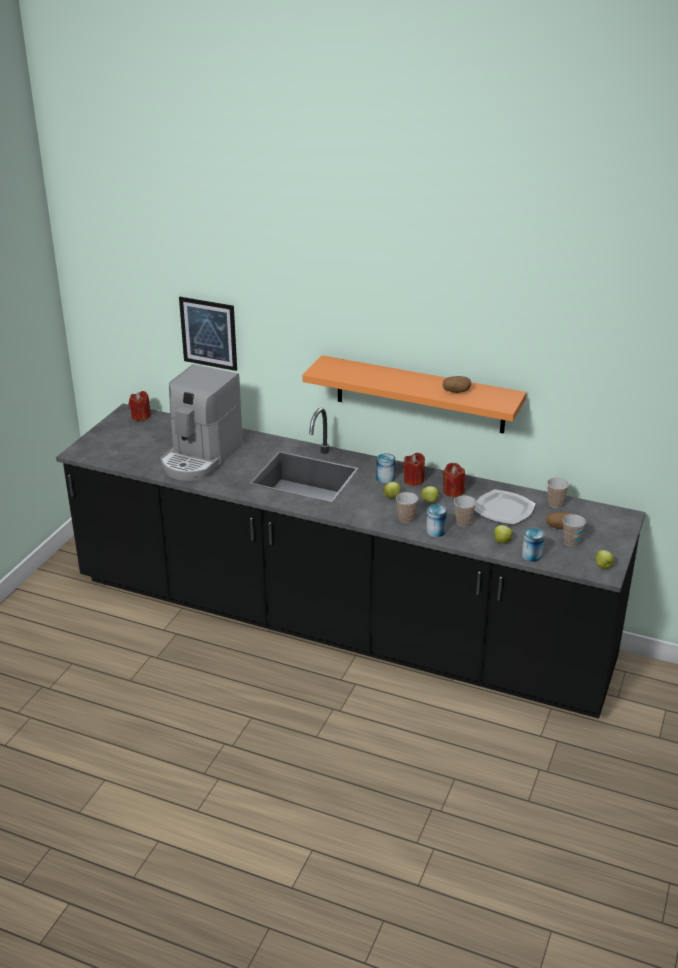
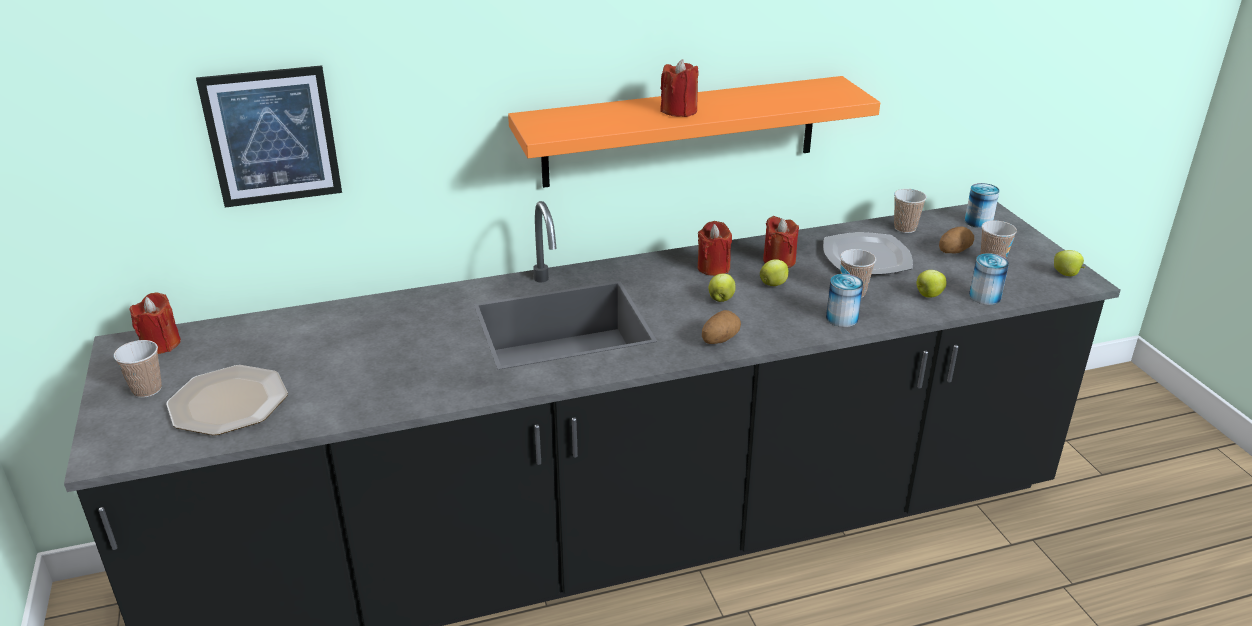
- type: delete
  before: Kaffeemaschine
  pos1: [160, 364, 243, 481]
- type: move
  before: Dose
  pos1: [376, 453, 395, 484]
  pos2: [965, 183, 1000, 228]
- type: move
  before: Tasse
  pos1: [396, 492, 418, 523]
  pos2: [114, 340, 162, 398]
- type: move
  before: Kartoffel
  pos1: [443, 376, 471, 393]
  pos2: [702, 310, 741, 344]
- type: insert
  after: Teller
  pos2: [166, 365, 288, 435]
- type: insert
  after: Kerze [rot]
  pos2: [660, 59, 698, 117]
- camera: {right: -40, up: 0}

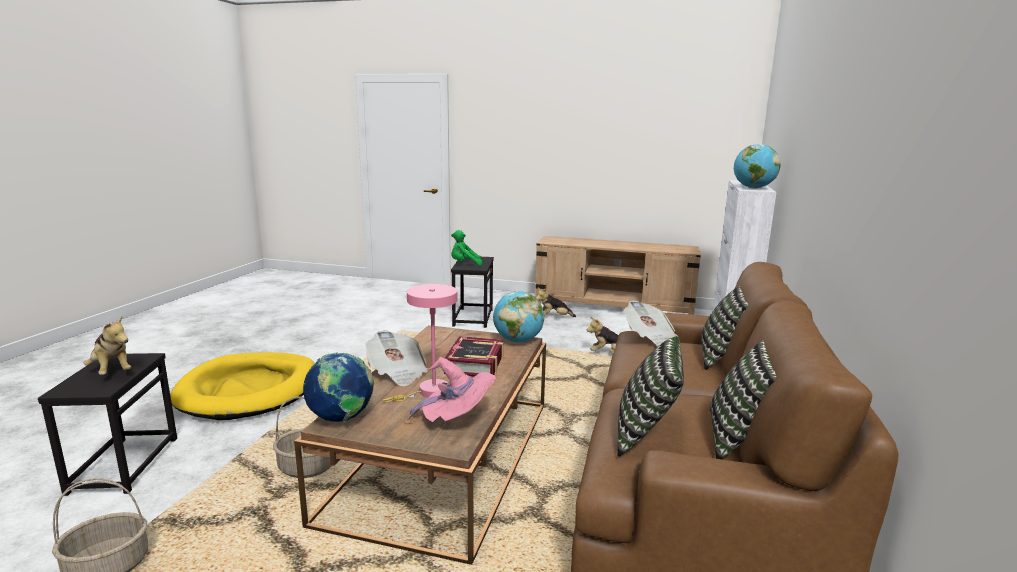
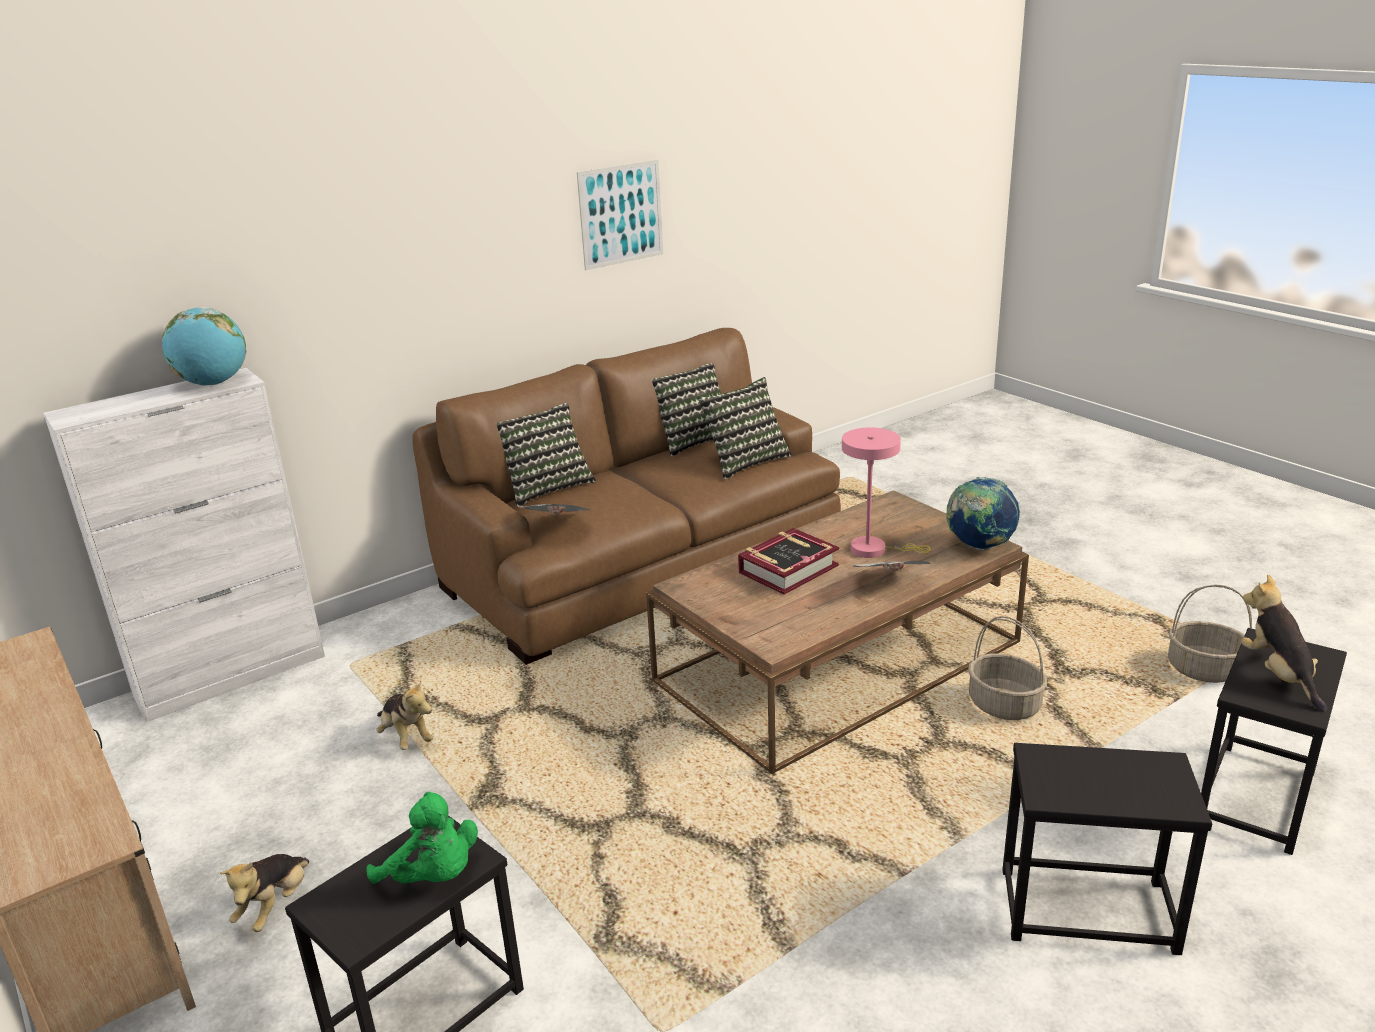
- type: replace
  before: Hundebett [gelb]
  after: Beistelltisch [schwarz]
  pos1: [170, 352, 315, 420]
  pos2: [1002, 743, 1212, 955]
- type: delete
  before: Hut [rosa]
  pos1: [407, 357, 496, 422]
- type: delete
  before: Globus
  pos1: [493, 291, 544, 343]
- type: rotate
  before: Plüschtier
  pos1: [536, 287, 576, 317]
  pos2: [220, 854, 309, 932]
  turn: 75
- type: insert
  after: Bild
  pos2: [577, 160, 663, 270]
- camera: {right: -140, up: 10}

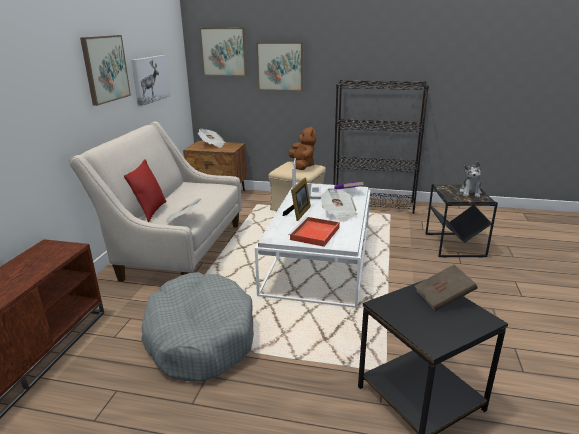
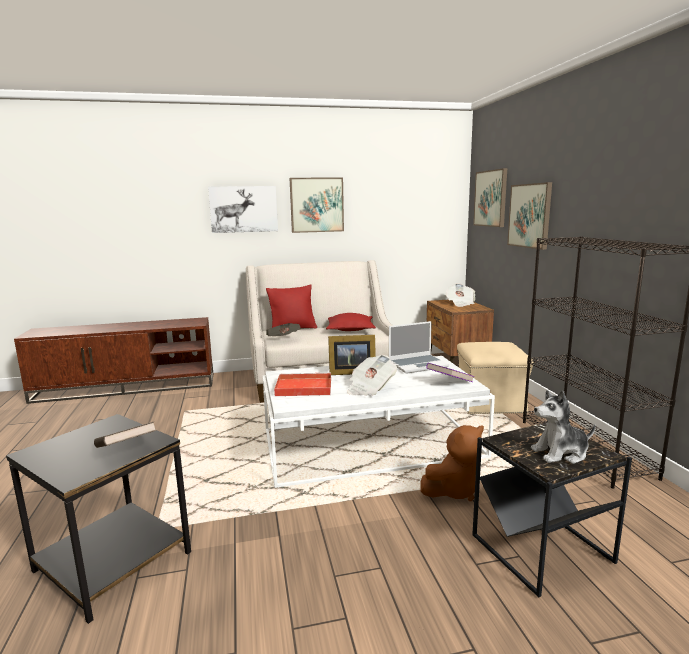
- type: move
  before: Bild
  pos1: [131, 55, 171, 106]
  pos2: [208, 186, 278, 233]
- type: delete
  before: Hundebett [grau]
  pos1: [141, 272, 254, 381]
- type: move
  before: Plüschtier [braun]
  pos1: [288, 126, 316, 170]
  pos2: [420, 425, 484, 501]
- type: insert
  after: Kissen [rot]
  pos2: [326, 313, 376, 331]
- camera: {right: 65, up: -10}

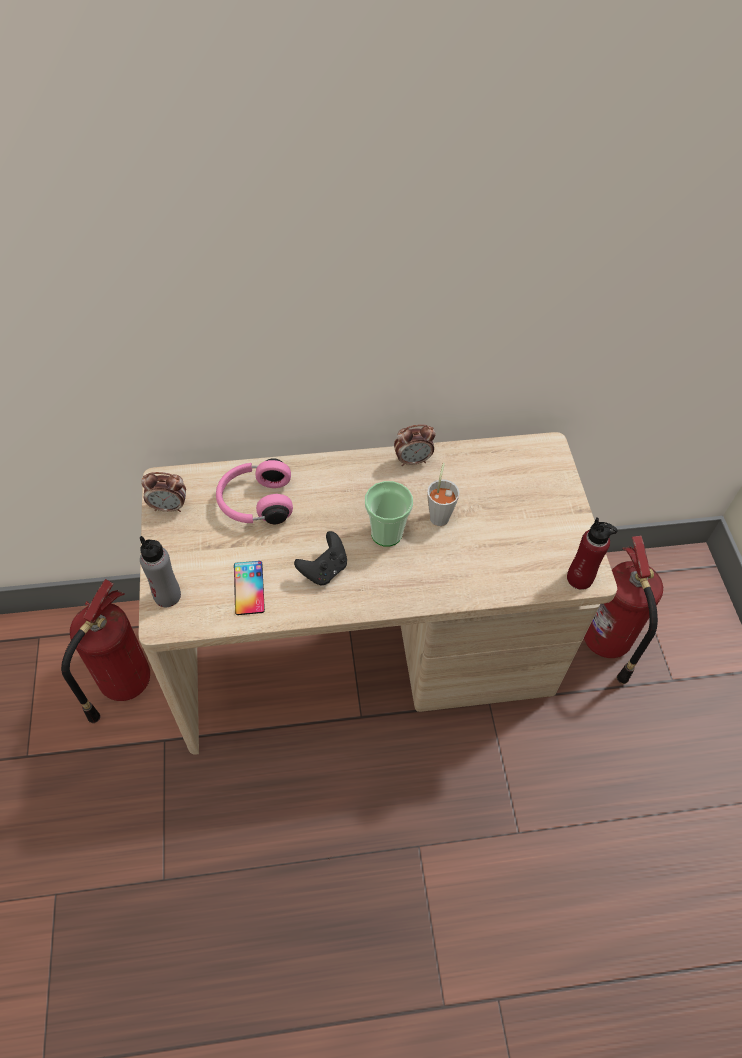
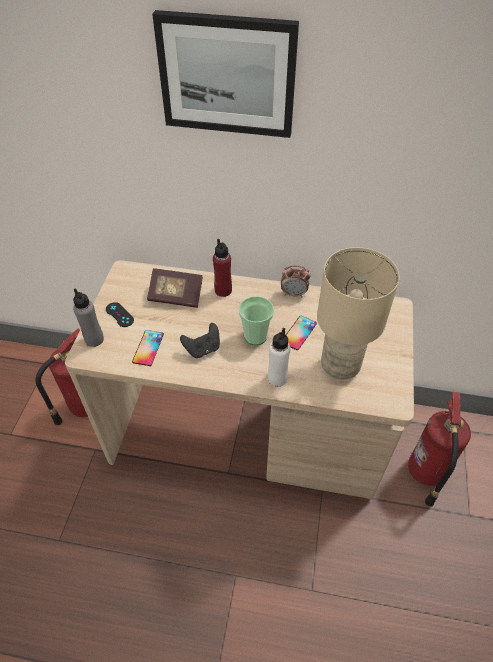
- type: delete
  before: Wecker
  pos1: [141, 472, 186, 512]
- type: replace
  before: Kopfhörer [rosa]
  after: Buch
  pos1: [216, 458, 293, 524]
  pos2: [147, 268, 203, 308]
- type: replace
  before: Tasse [grau]
  after: Handy
  pos1: [427, 463, 460, 526]
  pos2: [286, 316, 317, 350]
- type: move
  before: Flasche [rot]
  pos1: [567, 518, 618, 590]
  pos2: [213, 239, 232, 297]
- type: insert
  after: Gamepad [schwarz]
  pos2: [106, 302, 134, 327]
- type: insert
  after: Bild
  pos2: [152, 10, 299, 138]
- type: insert
  after: Flasche [weiß]
  pos2: [268, 328, 291, 387]
- type: insert
  after: Tischlampe [beige]
  pos2: [317, 247, 399, 380]
- camera: {right: 20, up: -5}

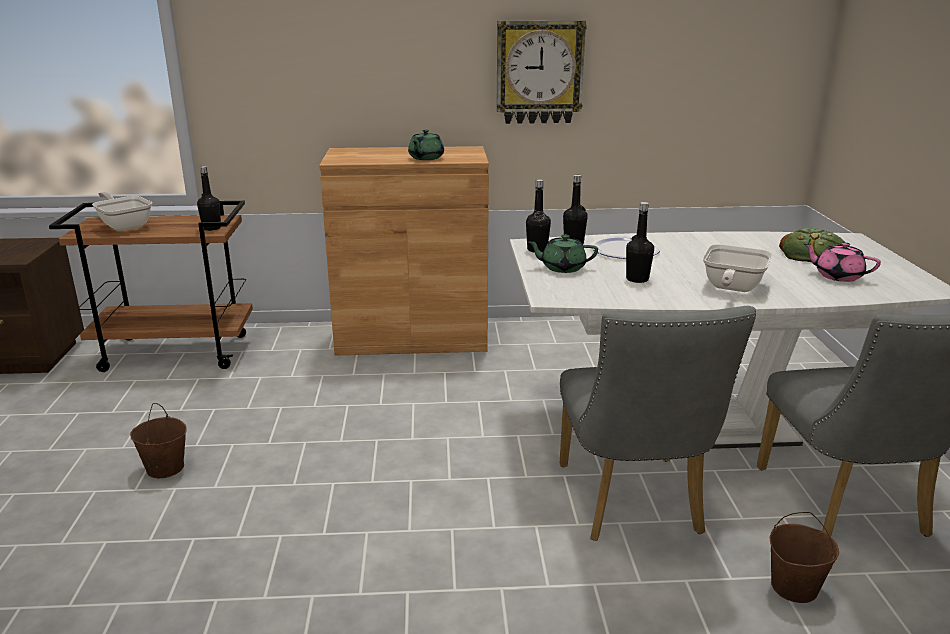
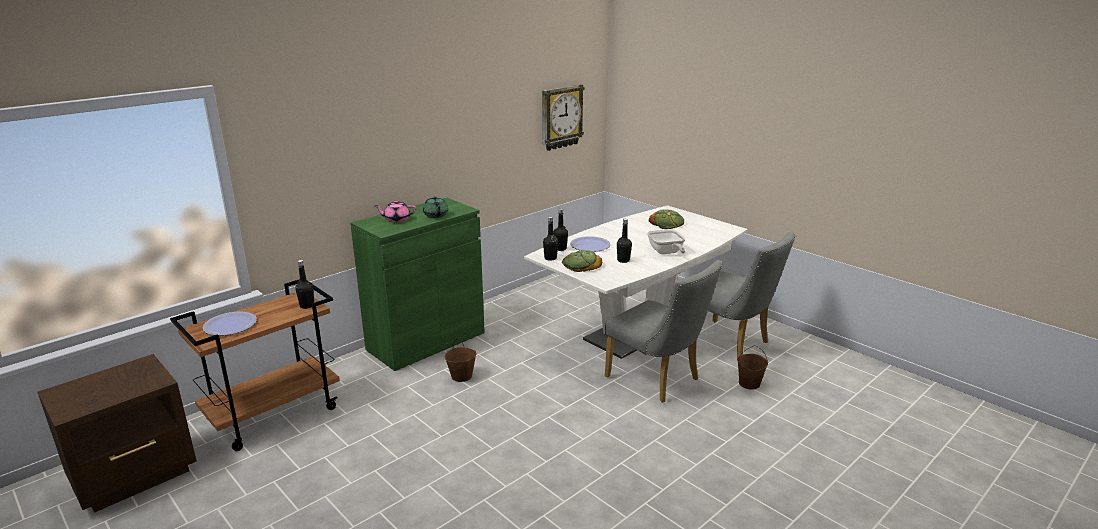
- type: replace
  before: Pfanne
  after: Teller
  pos1: [92, 192, 152, 231]
  pos2: [203, 312, 257, 336]
- type: move
  before: Eimer [braun]
  pos1: [130, 403, 187, 478]
  pos2: [445, 339, 477, 382]
- type: recolor
  before: Schrank [braun]
  after: Schrank [grün]
  pos1: [319, 146, 489, 355]
  pos2: [350, 197, 485, 371]
- type: move
  before: Wanduhr
  pos1: [496, 20, 587, 124]
  pos2: [542, 84, 585, 151]
- type: replace
  before: Teekanne [grün]
  after: Brot
  pos1: [527, 235, 598, 273]
  pos2: [562, 250, 602, 272]
- type: move
  before: Teekanne [rosa]
  pos1: [804, 242, 881, 282]
  pos2: [375, 200, 416, 222]
- camera: {right: -40, up: 0}

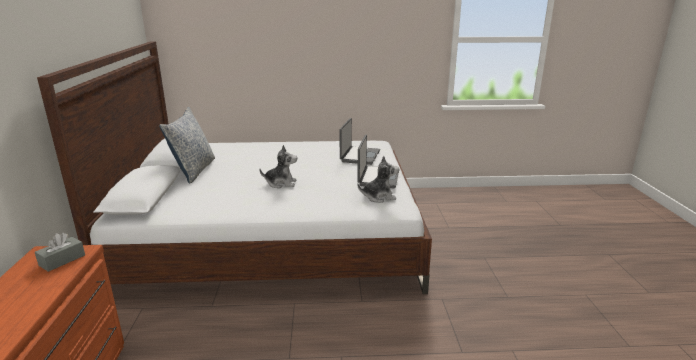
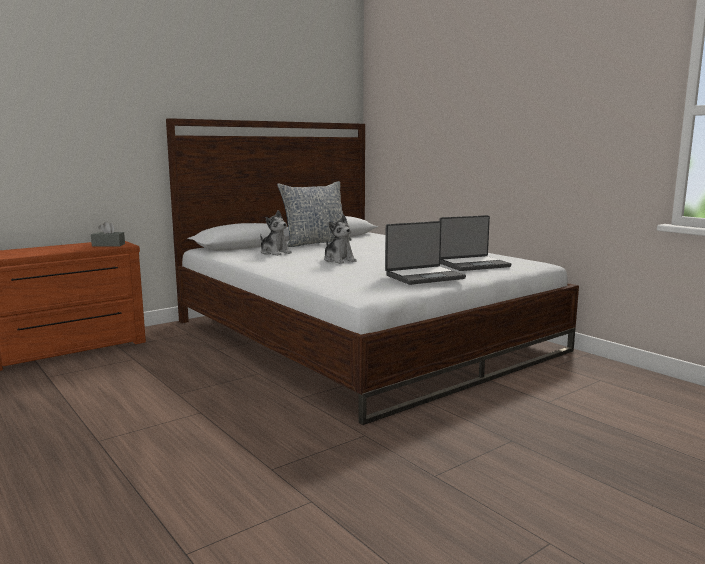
- type: move
  before: Plüschtier
  pos1: [357, 156, 399, 203]
  pos2: [260, 210, 292, 256]
- camera: {right: 55, up: -10}

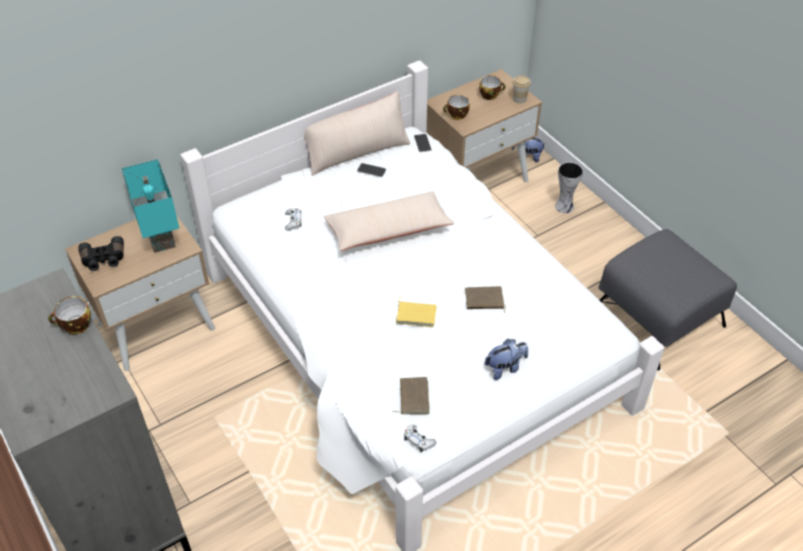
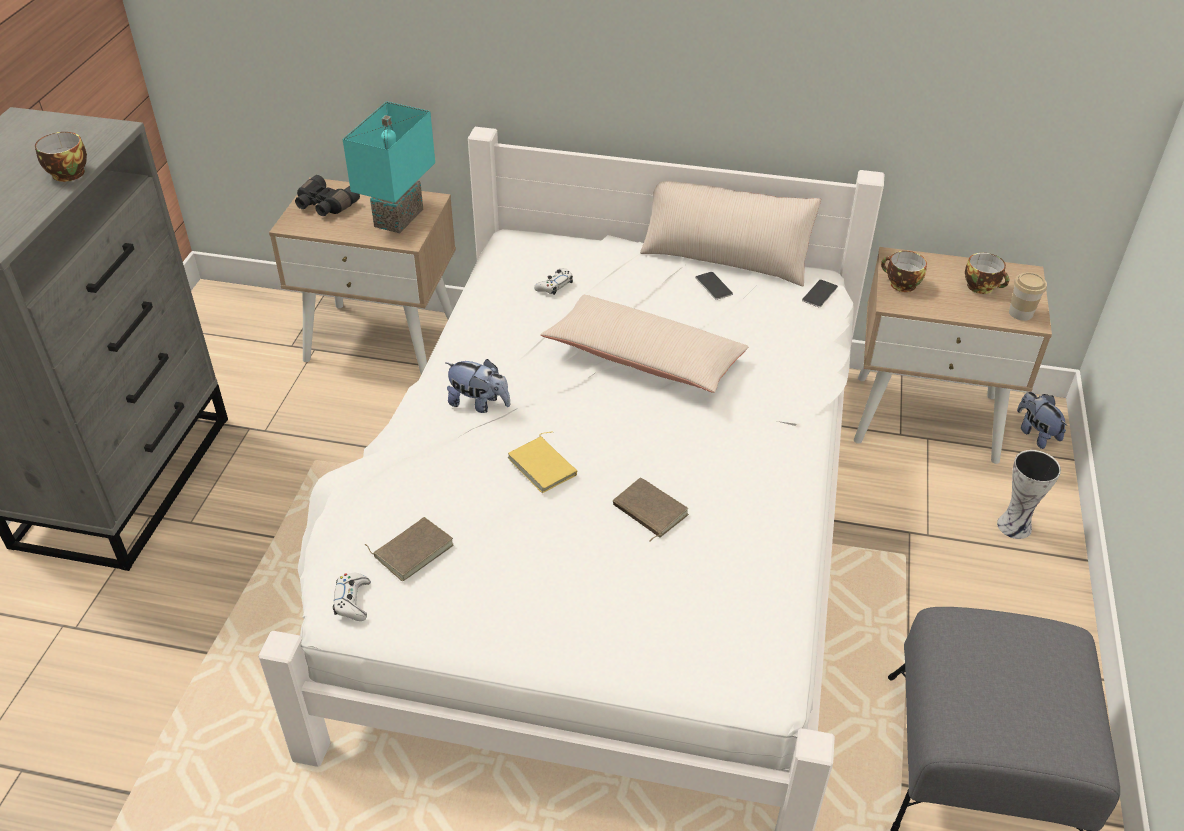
- type: move
  before: Plüschtier
  pos1: [485, 339, 528, 380]
  pos2: [445, 359, 510, 413]
- camera: {right: 45, up: -5}

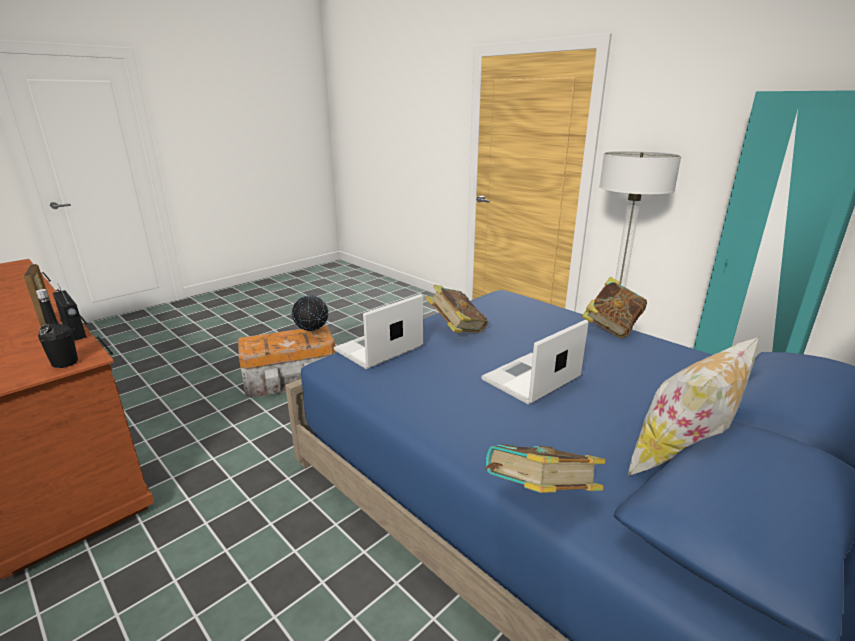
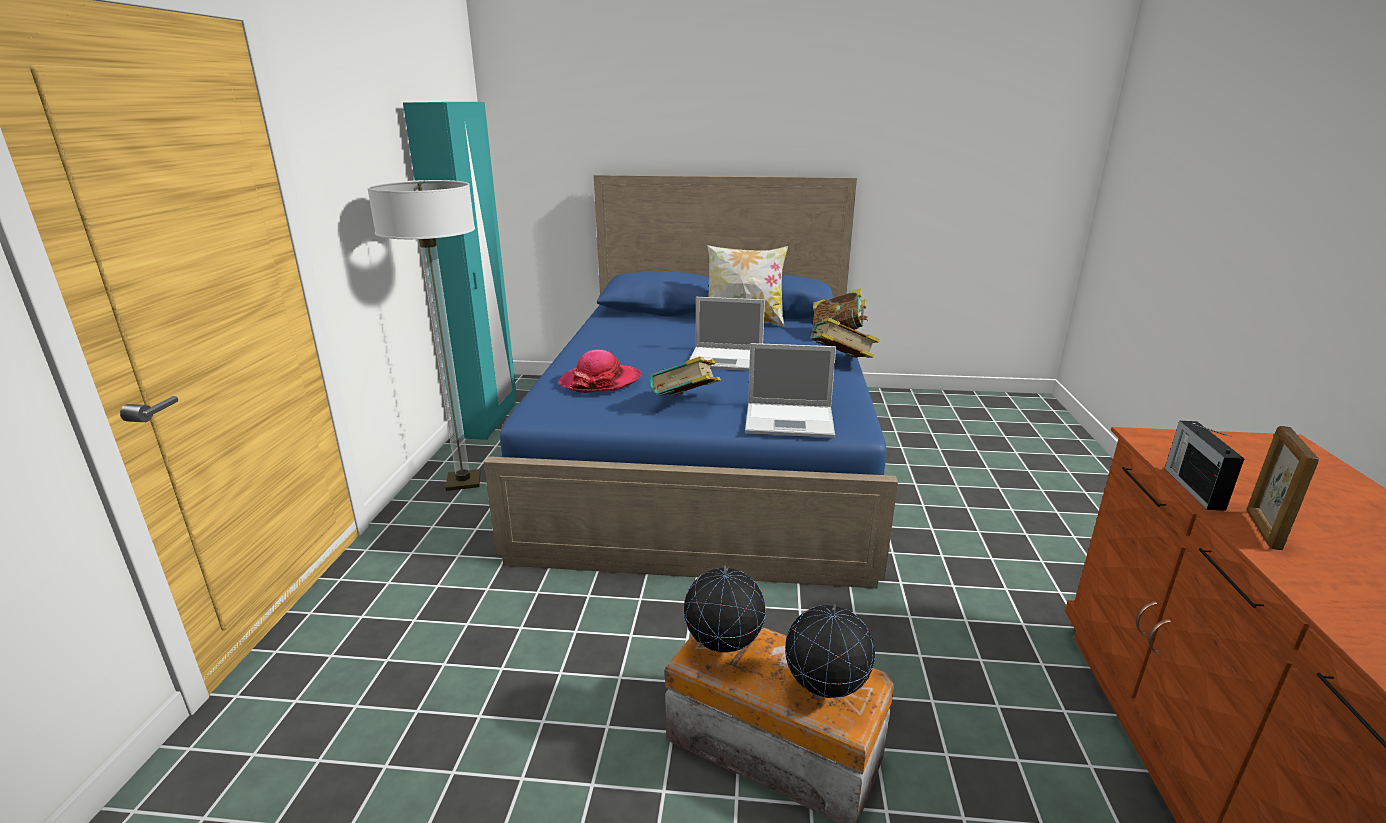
- type: delete
  before: Flasche [schwarz]
  pos1: [36, 289, 78, 368]
- type: move
  before: Buch
  pos1: [581, 277, 647, 338]
  pos2: [807, 318, 880, 358]
- type: insert
  after: Hut
  pos2: [558, 350, 642, 393]
- type: insert
  after: Globus
  pos2: [785, 605, 875, 698]
- camera: {right: -130, up: 0}

